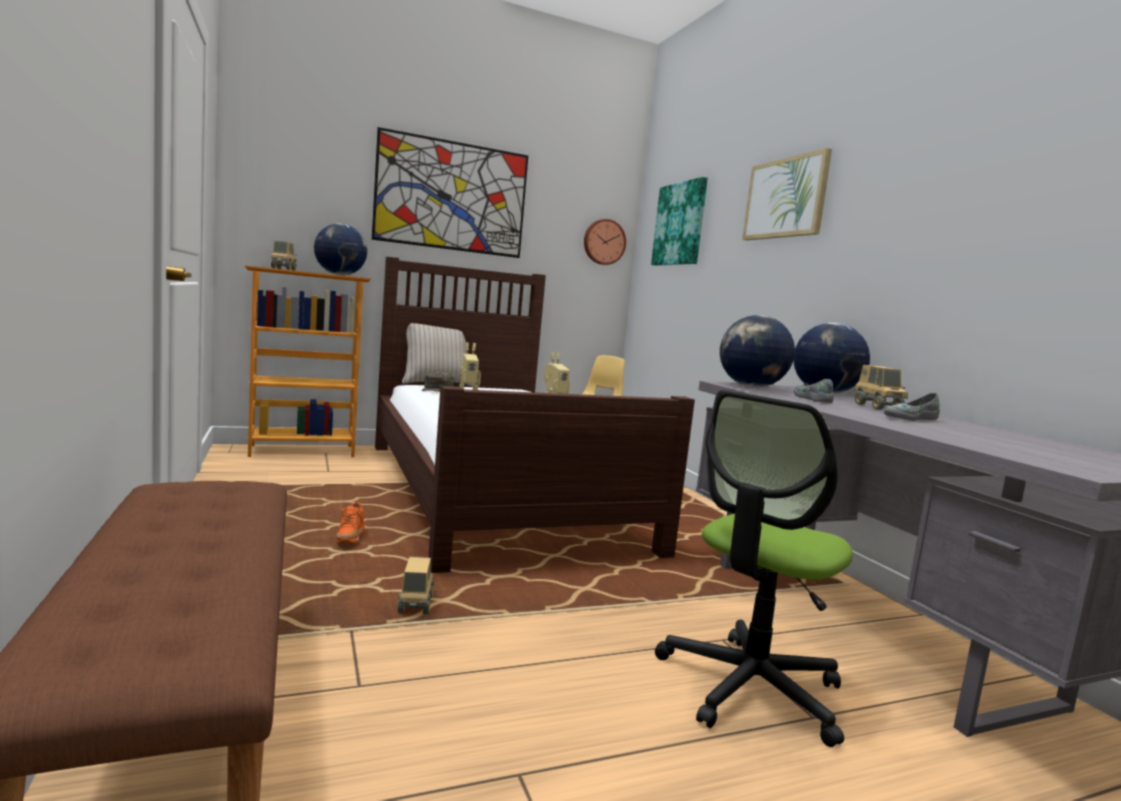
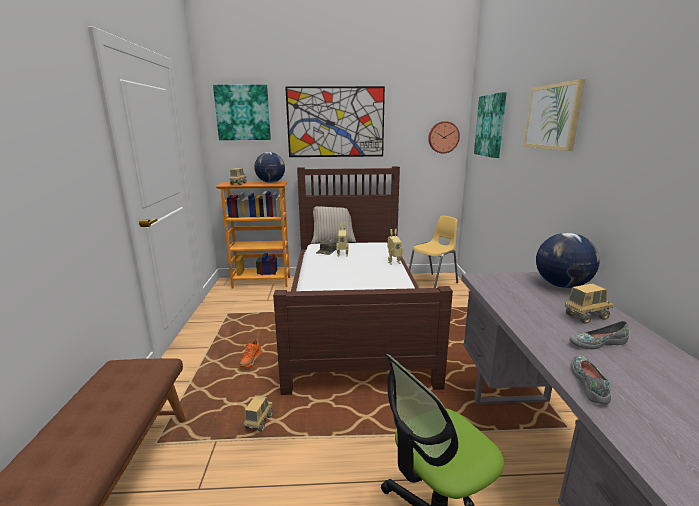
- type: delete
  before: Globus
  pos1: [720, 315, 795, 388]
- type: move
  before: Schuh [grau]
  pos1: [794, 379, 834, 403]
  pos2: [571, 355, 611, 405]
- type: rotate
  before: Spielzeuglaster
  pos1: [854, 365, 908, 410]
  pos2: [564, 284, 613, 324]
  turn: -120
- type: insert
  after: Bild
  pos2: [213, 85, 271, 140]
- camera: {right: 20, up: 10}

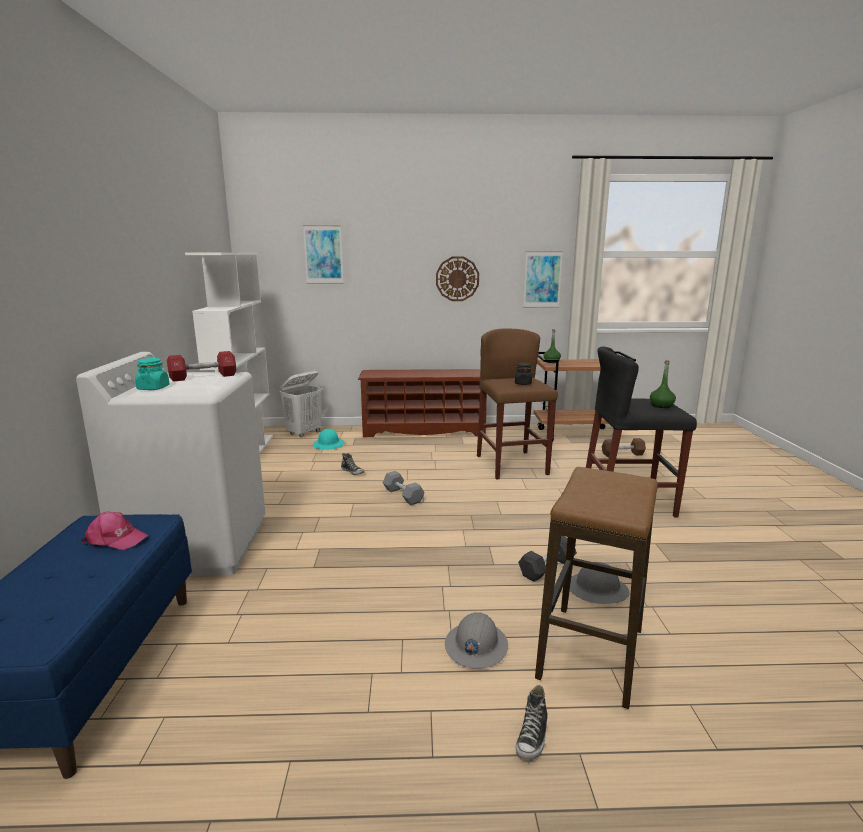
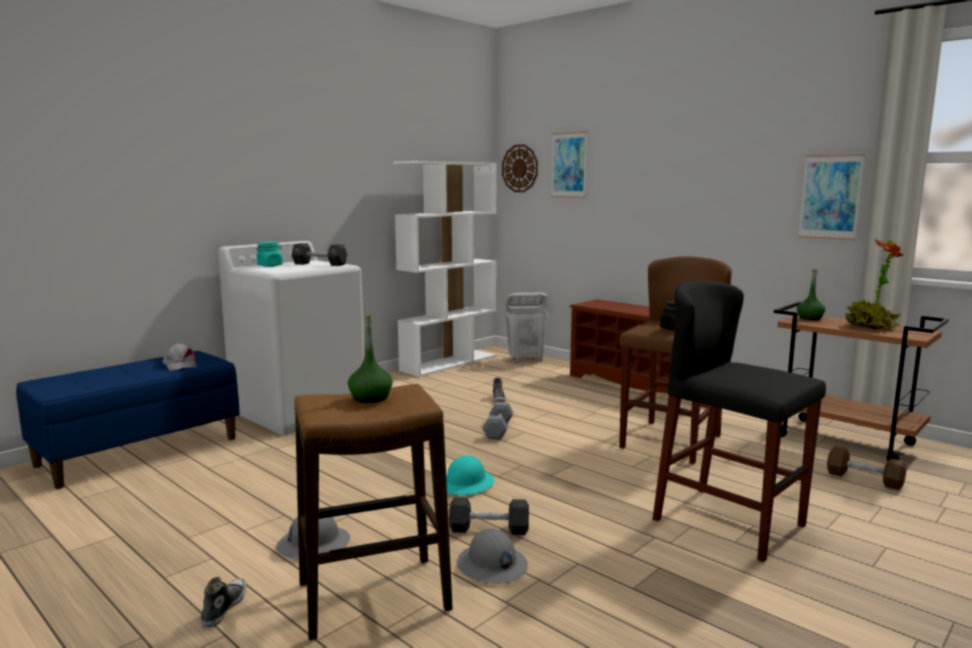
- type: recolor
  before: Kappe [rosa]
  after: Kappe [grau]
  pos1: [81, 512, 149, 550]
  pos2: [162, 343, 197, 371]
- type: recolor
  before: Hantel [rot]
  after: Hantel [schwarz]
  pos1: [167, 351, 236, 382]
  pos2: [291, 243, 347, 266]
- type: move
  before: Schutzhelm [türkis]
  pos1: [313, 429, 344, 450]
  pos2: [446, 455, 494, 495]
- type: move
  before: Wanduhr
  pos1: [436, 257, 479, 301]
  pos2: [502, 144, 538, 192]
- type: rotate
  before: Schuh
  pos1: [516, 685, 548, 761]
  pos2: [201, 577, 246, 628]
  turn: 120
- type: move
  before: Flasche [grün]
  pos1: [650, 360, 676, 408]
  pos2: [348, 315, 393, 403]
- type: insert
  after: Topfpflanze
  pos2: [845, 239, 903, 329]
- camera: {right: 45, up: -5}

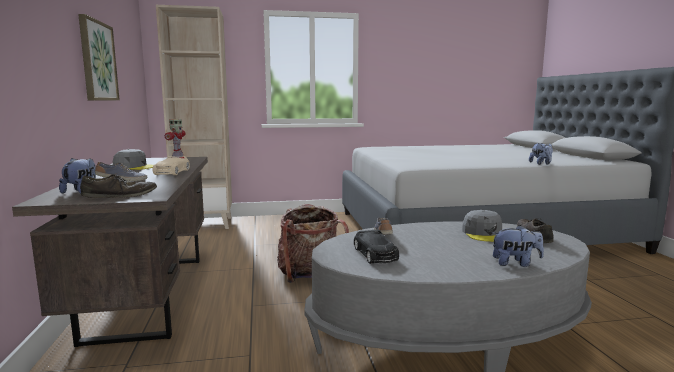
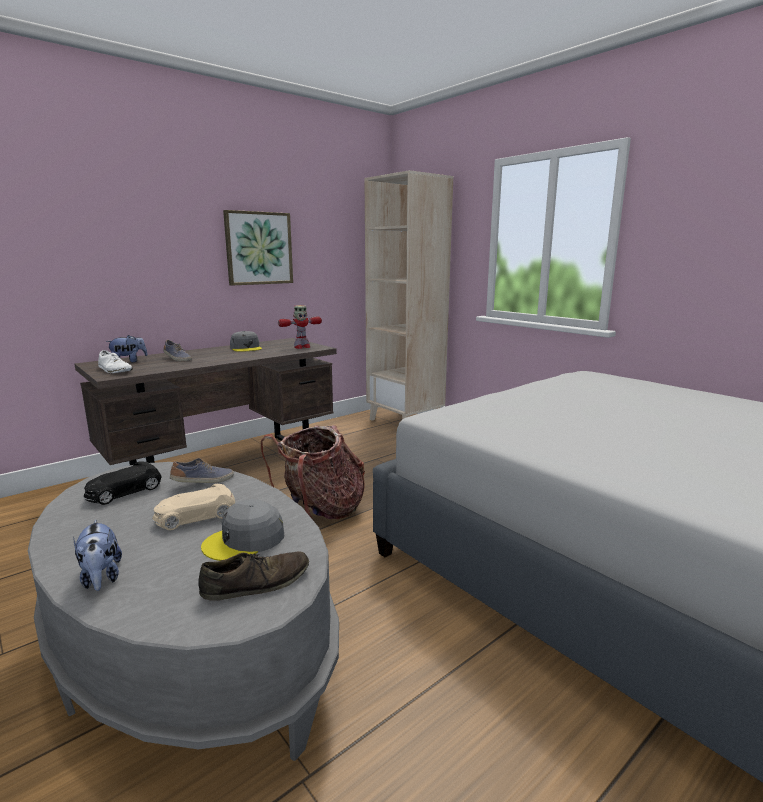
- type: recolor
  before: Schuh [braun]
  after: Schuh [weiß]
  pos1: [80, 174, 157, 198]
  pos2: [98, 350, 133, 373]
- type: move
  before: Spielzeugauto [beige]
  pos1: [153, 156, 190, 175]
  pos2: [152, 484, 235, 530]
- type: delete
  before: Plüschtier
  pos1: [529, 143, 553, 165]
- camera: {right: 60, up: 5}

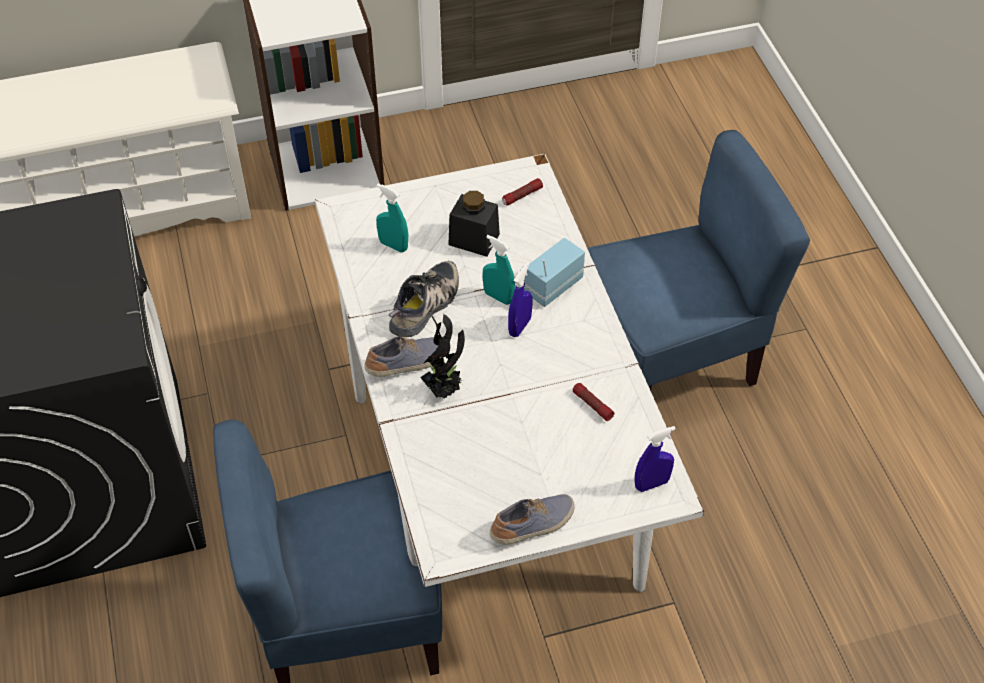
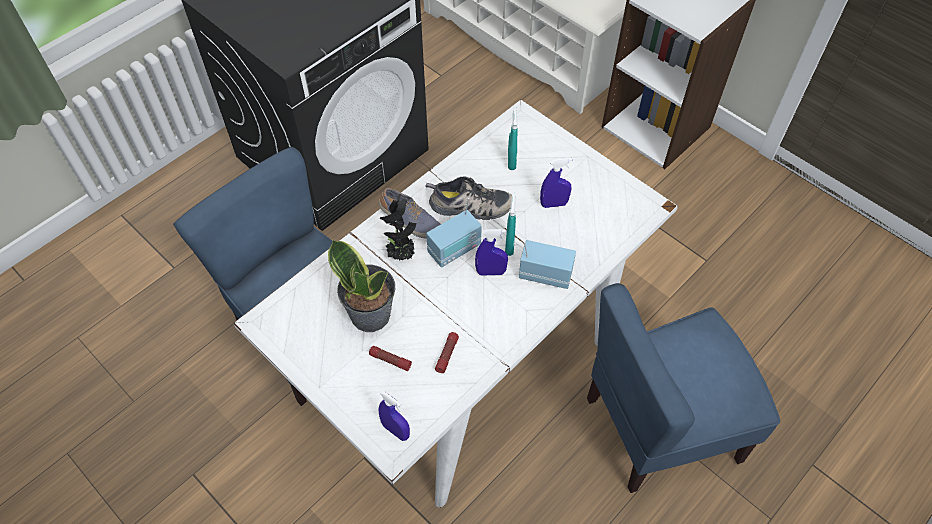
- type: replace
  before: Vorratsglas [schwarz]
  after: Sprühflasche [blau]
  pos1: [448, 191, 500, 257]
  pos2: [540, 158, 572, 208]
- type: delete
  before: Schuh
  pos1: [490, 494, 575, 545]
- type: move
  before: Taschenlampe
  pos1: [502, 178, 543, 206]
  pos2: [369, 346, 412, 371]
- type: rotate
  before: Stuhl [blau]
  pos1: [588, 130, 810, 391]
  pos2: [587, 283, 780, 493]
  turn: 120
- type: insert
  after: Topfpflanze
  pos2: [328, 239, 395, 332]
- type: insert
  after: Radio
  pos2: [426, 198, 482, 268]
- camera: {right: 60, up: 5}

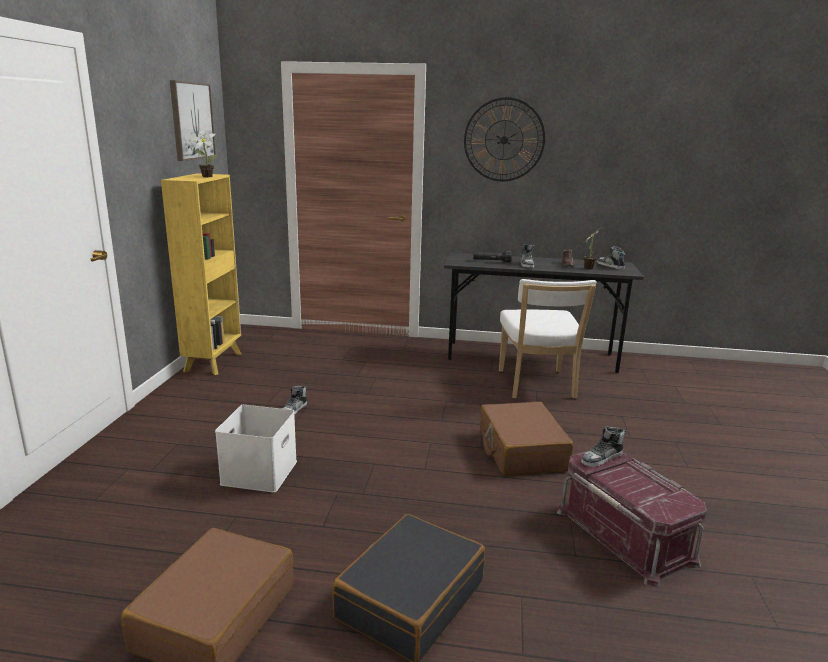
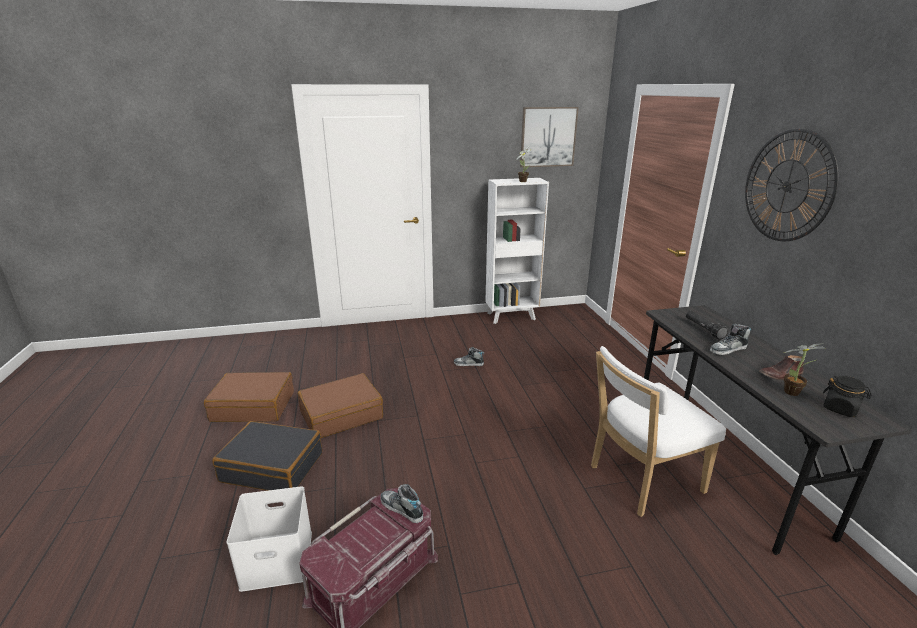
- type: recolor
  before: Bücherregal [gelb]
  after: Bücherregal [weiß]
  pos1: [161, 173, 241, 375]
  pos2: [485, 178, 549, 324]
- type: move
  before: Aufbewahrungsbox [weiß]
  pos1: [215, 405, 297, 493]
  pos2: [226, 486, 312, 592]
- type: move
  before: Koffer [braun]
  pos1: [480, 402, 573, 476]
  pos2: [298, 373, 383, 438]
- type: replace
  before: Schuh
  after: Vorratsglas [schwarz]
  pos1: [597, 246, 625, 270]
  pos2: [823, 376, 871, 417]
- camera: {right: 70, up: 5}

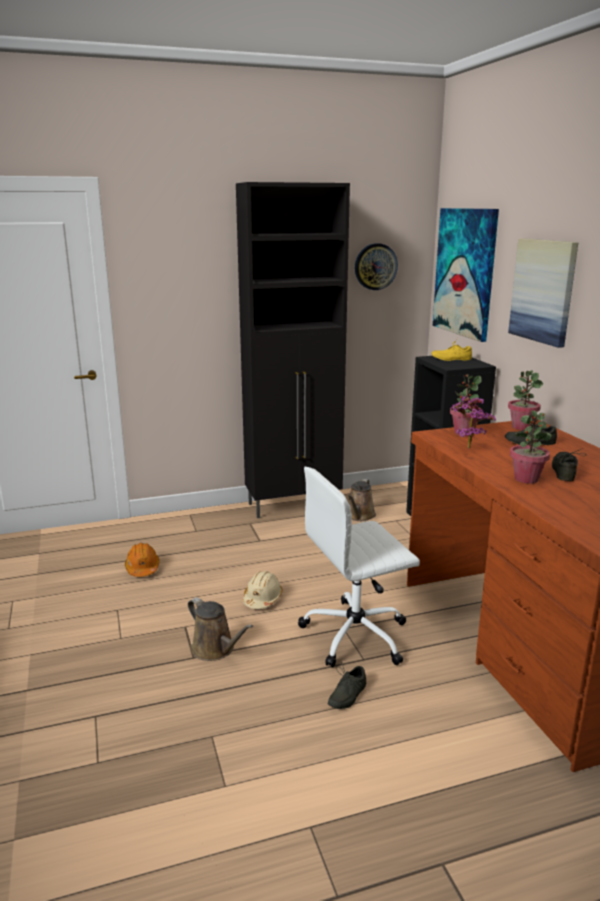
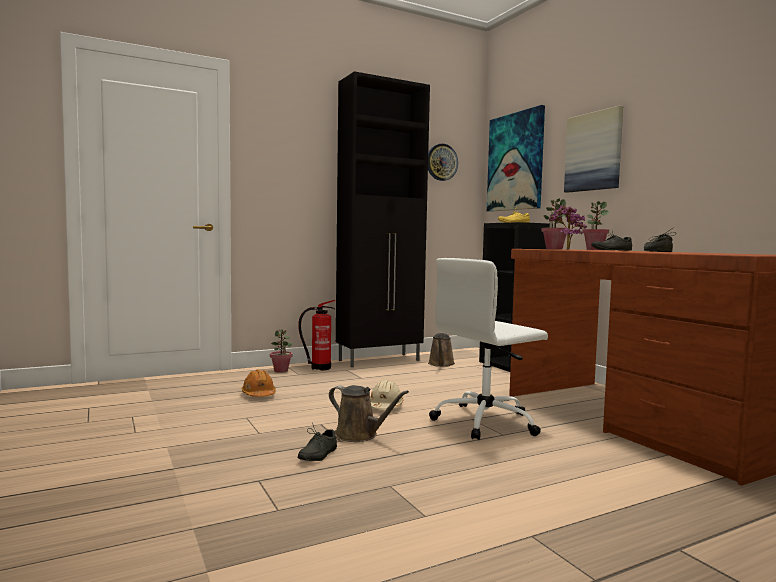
- type: move
  before: Schuh [grau]
  pos1: [328, 662, 366, 709]
  pos2: [297, 423, 337, 461]
- type: move
  before: Topfpflanze
  pos1: [510, 410, 552, 484]
  pos2: [270, 329, 292, 373]
- type: insert
  after: Feuerlöscher
  pos2: [298, 300, 335, 371]
- camera: {right: -10, up: -15}

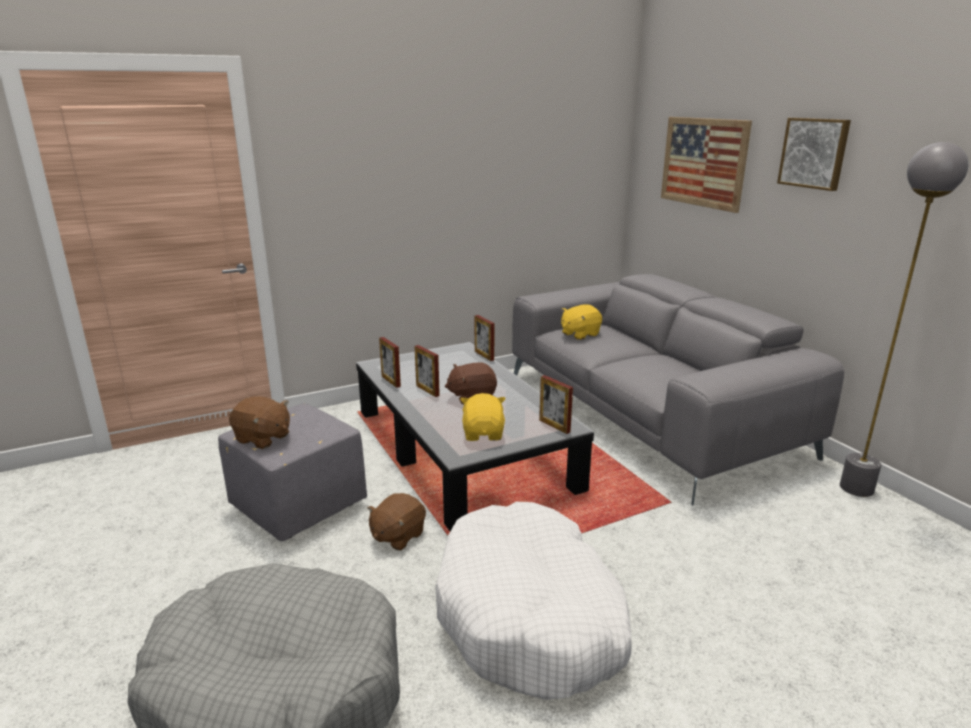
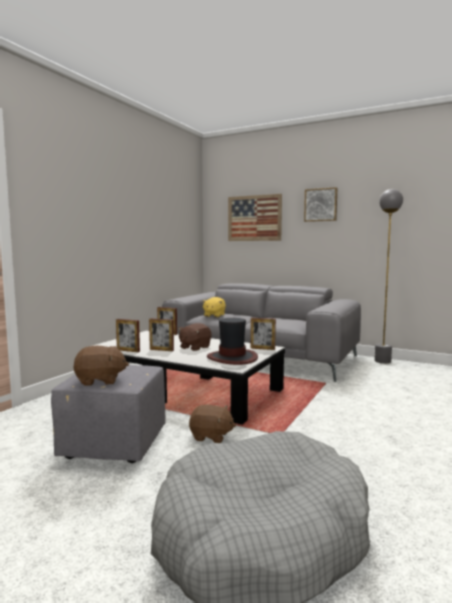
- type: rotate
  before: Plüschtier [braun]
  pos1: [367, 493, 426, 550]
  pos2: [189, 404, 236, 443]
  turn: -75
- type: delete
  before: Hundebett [weiß]
  pos1: [435, 502, 631, 700]
- type: replace
  before: Plüschtier [gelb]
  after: Hut
  pos1: [460, 393, 506, 441]
  pos2: [207, 318, 258, 365]
- camera: {right: -35, up: -15}

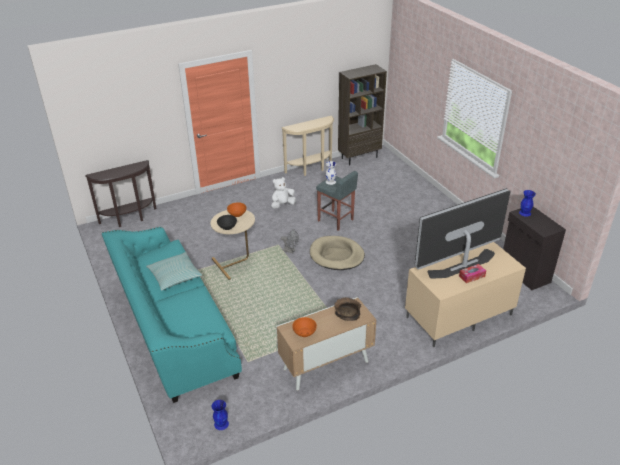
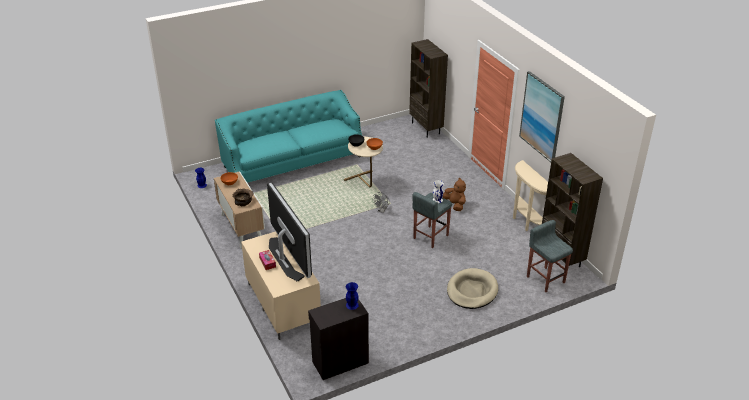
- type: replace
  before: Konsolentisch [braun]
  after: Bücherregal [braun]
  pos1: [85, 160, 156, 227]
  pos2: [409, 39, 448, 138]
- type: delete
  before: Kissen
  pos1: [146, 252, 202, 291]
- type: recolor
  before: Plüschtier [weiß]
  after: Plüschtier [braun]
  pos1: [271, 177, 296, 209]
  pos2: [443, 178, 466, 211]
- type: move
  before: Hundebett [beige]
  pos1: [310, 236, 365, 270]
  pos2: [447, 268, 498, 309]
- type: insert
  after: Bild
  pos2: [519, 71, 565, 162]
- type: insert
  after: Hocker [grau]
  pos2: [527, 220, 573, 292]
- camera: {right: 90, up: 0}

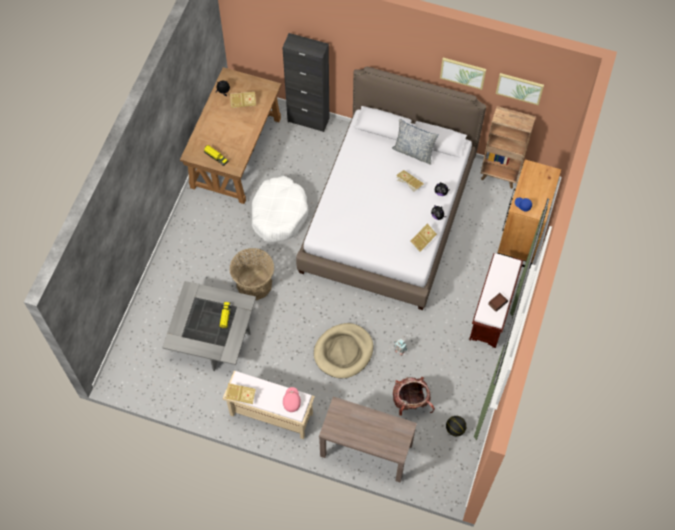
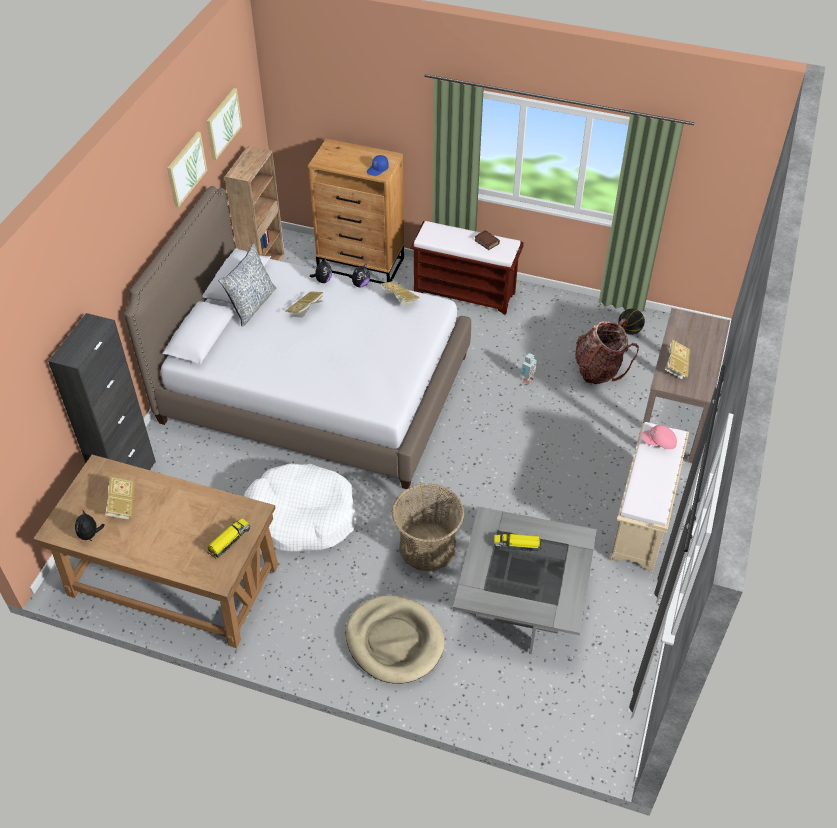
- type: move
  before: Buch
  pos1: [226, 383, 256, 404]
  pos2: [665, 340, 690, 379]
- type: move
  before: Hundebett [beige]
  pos1: [314, 323, 374, 378]
  pos2: [345, 595, 445, 684]
- camera: {right: -90, up: -15}

